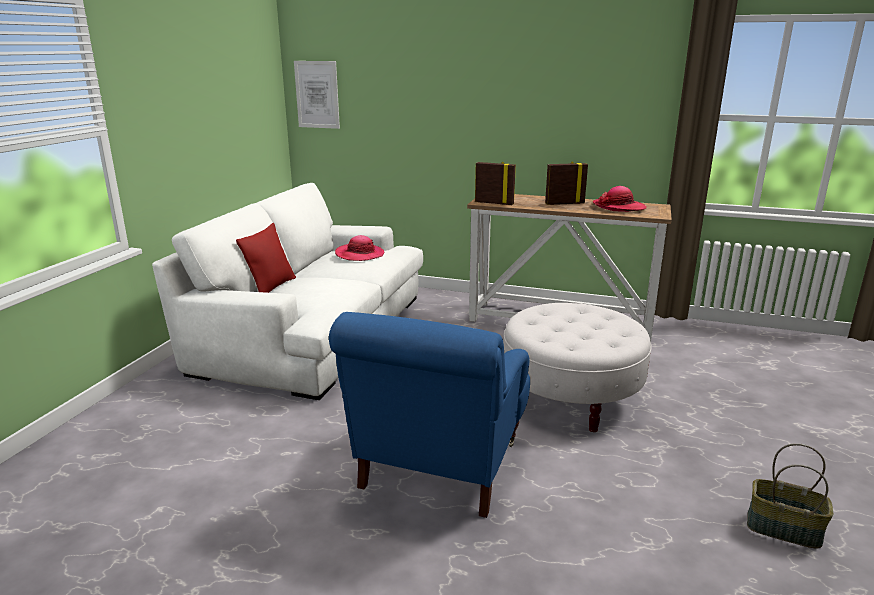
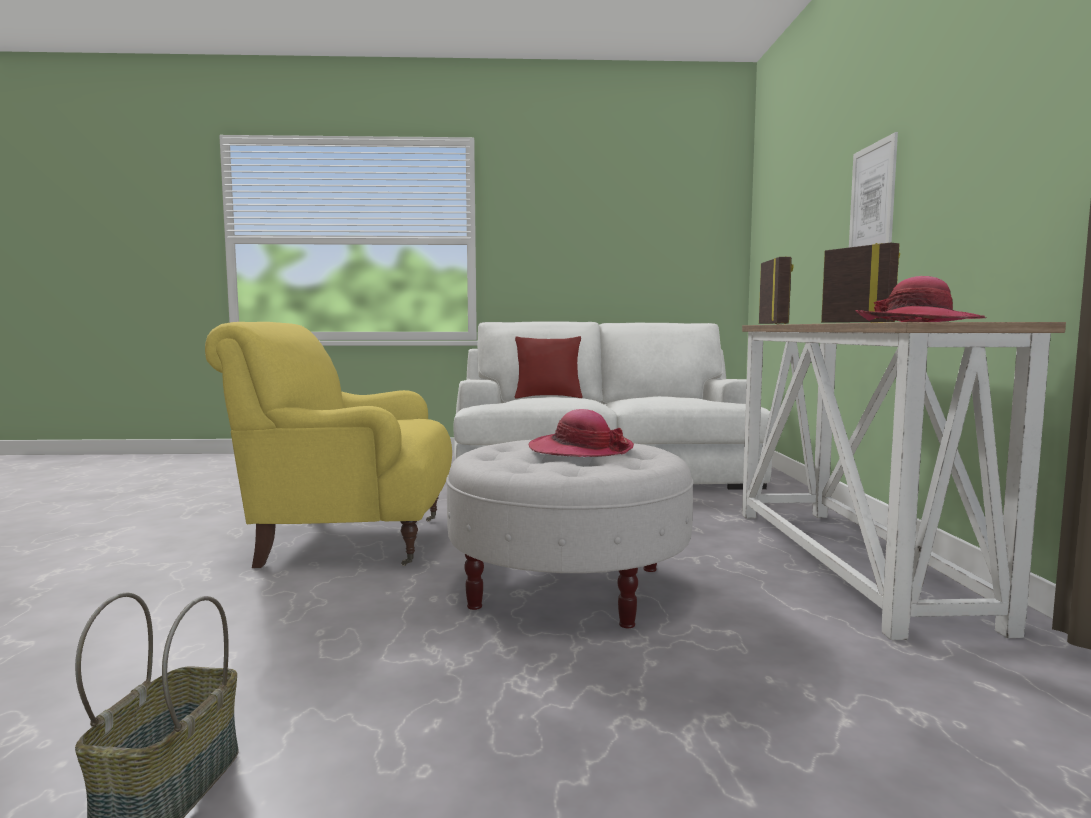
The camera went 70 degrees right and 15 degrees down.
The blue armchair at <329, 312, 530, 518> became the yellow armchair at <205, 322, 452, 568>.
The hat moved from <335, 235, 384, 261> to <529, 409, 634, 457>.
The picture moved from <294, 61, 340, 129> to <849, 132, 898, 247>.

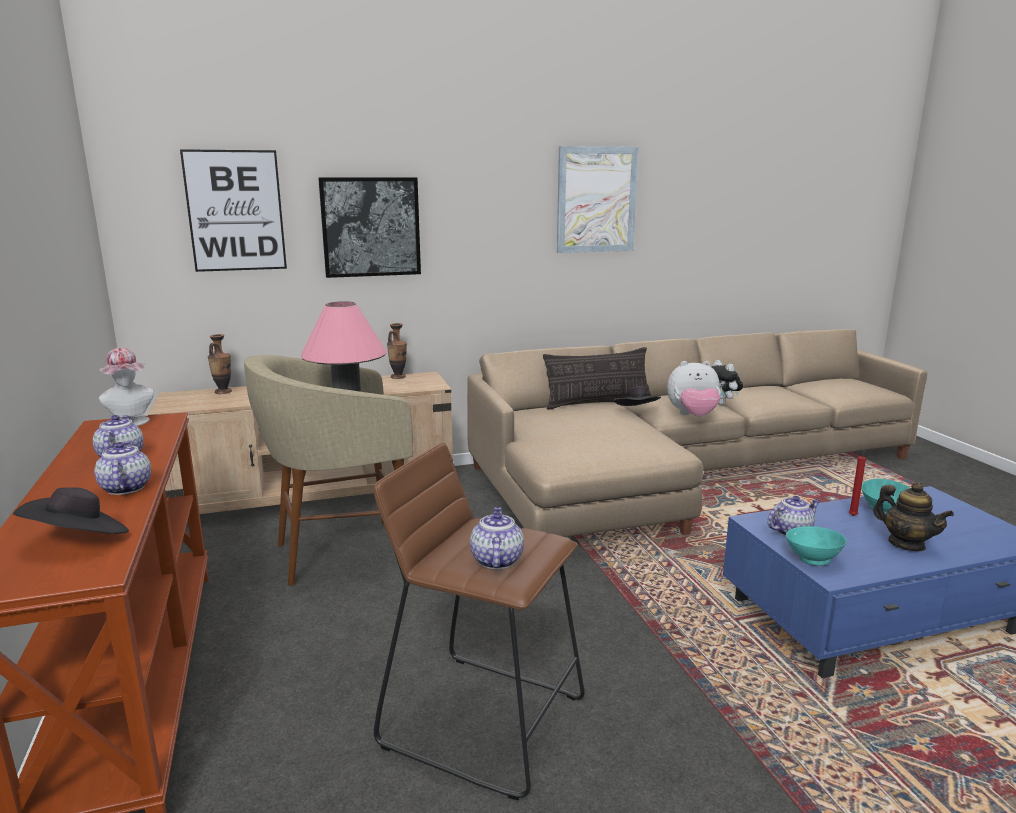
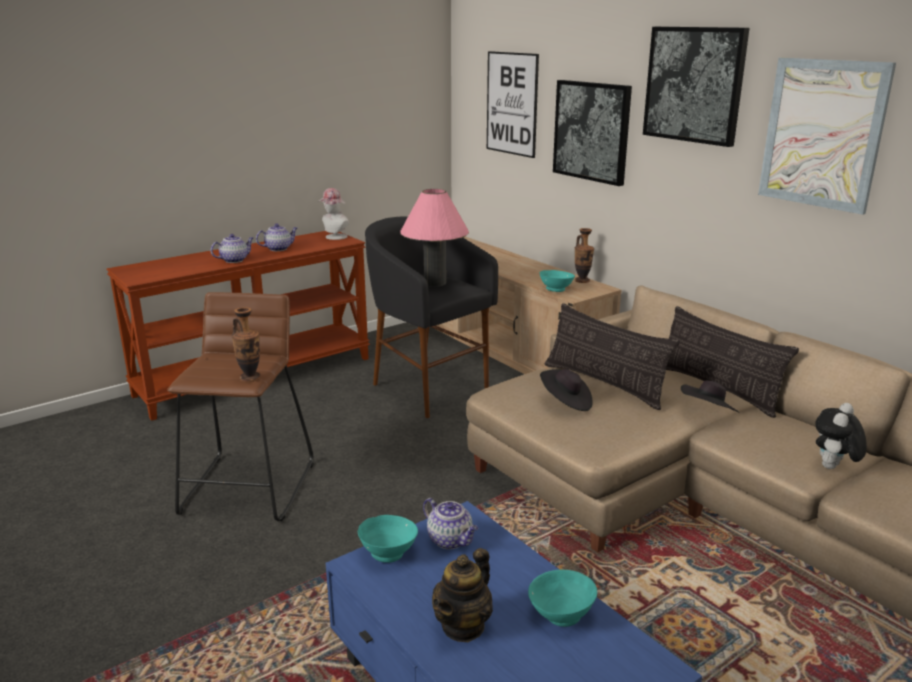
The camera went 70 degrees right and 5 degrees up.
The vase moved from <208, 334, 232, 394> to <232, 307, 261, 382>.
The beige stool at <244, 355, 413, 586> became the black stool at <365, 217, 498, 418>.
The turquoise bowl at <540, 270, 575, 292> appeared.
The black hat moved from <13, 488, 129, 534> to <540, 369, 593, 411>.
The pillow at <545, 303, 680, 410> appeared.
The picture at <643, 27, 750, 147> appeared.
The teapot at <470, 507, 524, 569> disappeared.
The plush toy at <667, 361, 721, 417> disappeared.
The red candle at <849, 453, 866, 516> disappeared.

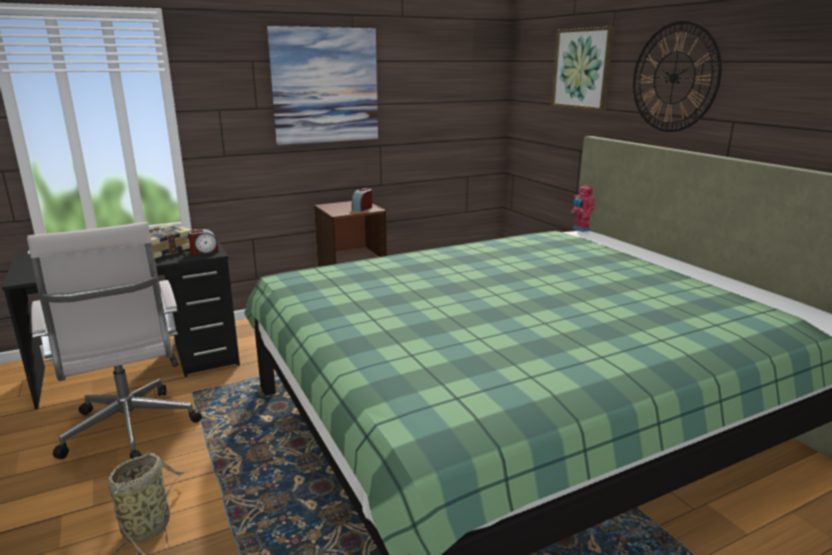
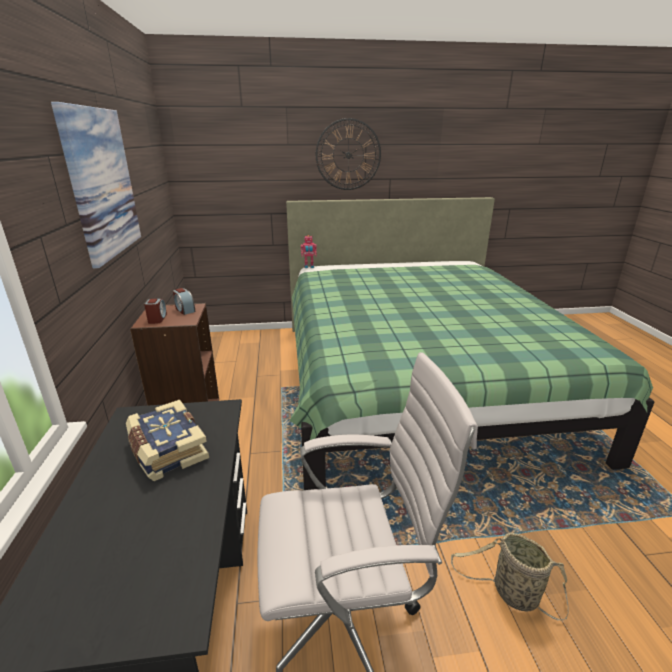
The camera went 70 degrees left and 5 degrees up.
The alarm clock moved from <188, 229, 219, 255> to <144, 299, 167, 324>.
The picture at <551, 27, 615, 111> disappeared.

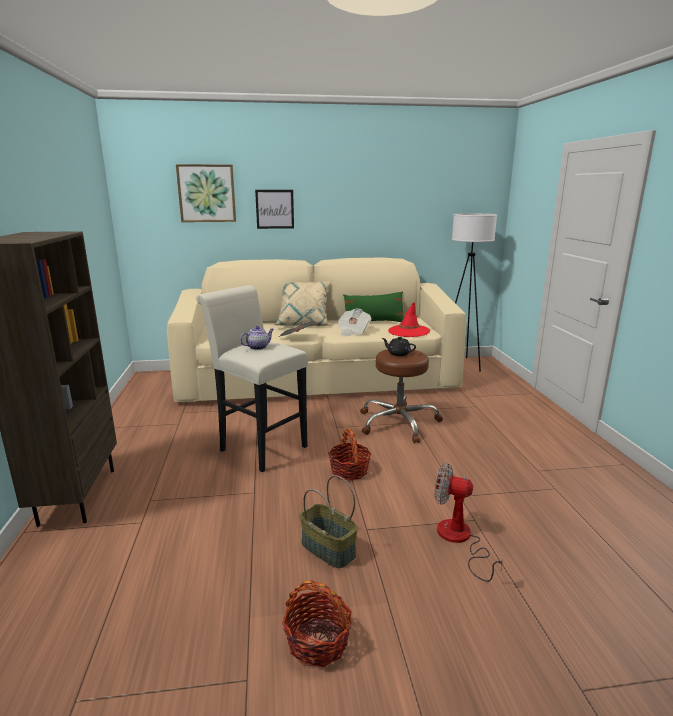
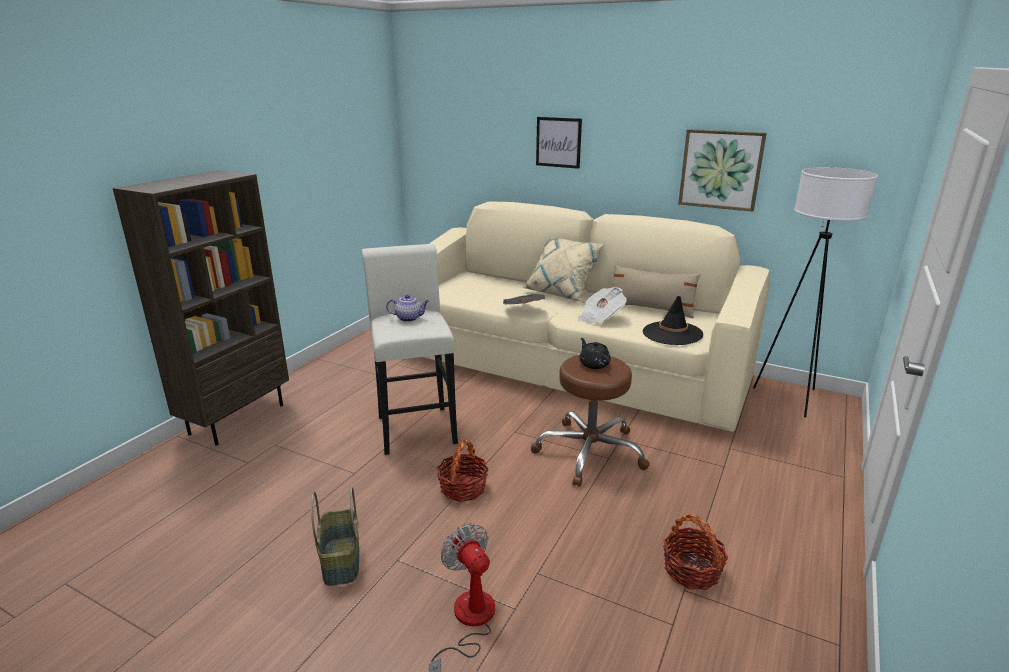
The camera went 35 degrees right and 5 degrees up.
The green pillow at <343, 291, 404, 322> became the beige pillow at <613, 265, 701, 318>.
The red hat at <388, 302, 430, 337> became the black hat at <643, 296, 703, 345>.
The basket moved from <282, 580, 352, 667> to <663, 514, 728, 590>.
The picture moved from <176, 164, 236, 222> to <678, 129, 767, 212>.

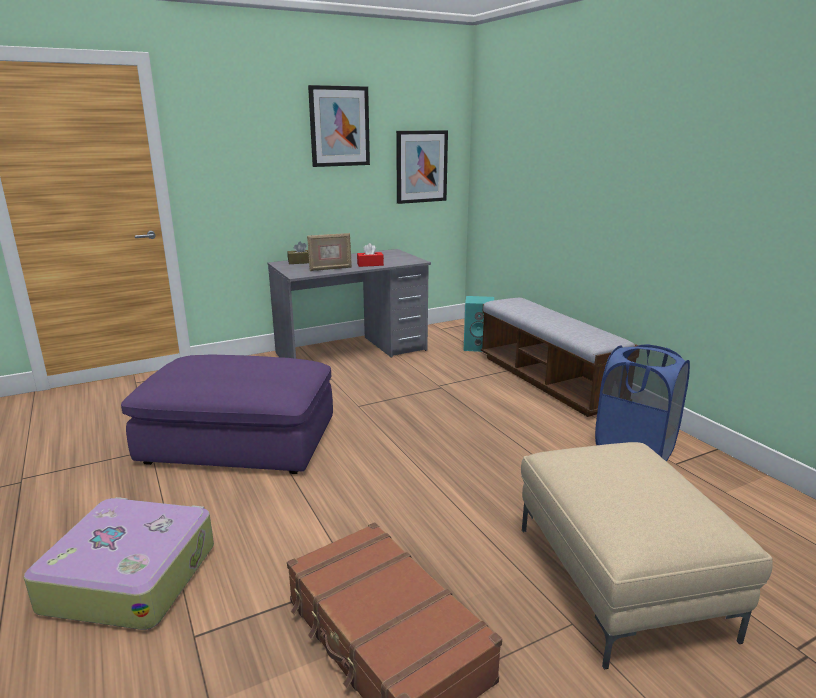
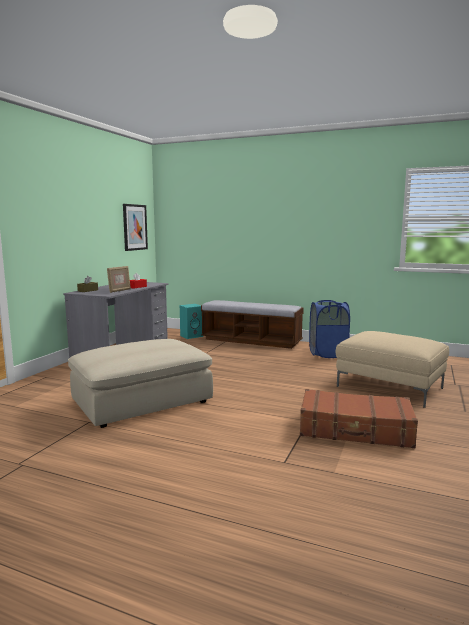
The camera went 40 degrees left and 10 degrees down.
The purple ottoman at <121, 354, 333, 474> became the beige ottoman at <68, 339, 213, 428>.
The suitcase at <24, 497, 214, 630> disappeared.
The picture at <308, 85, 370, 167> disappeared.

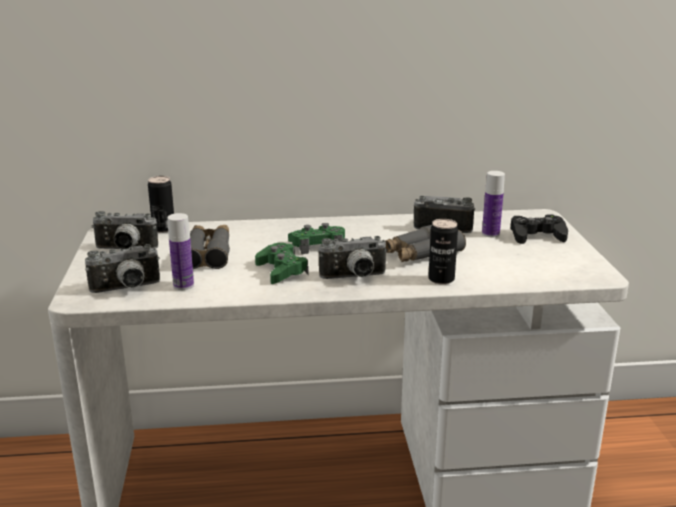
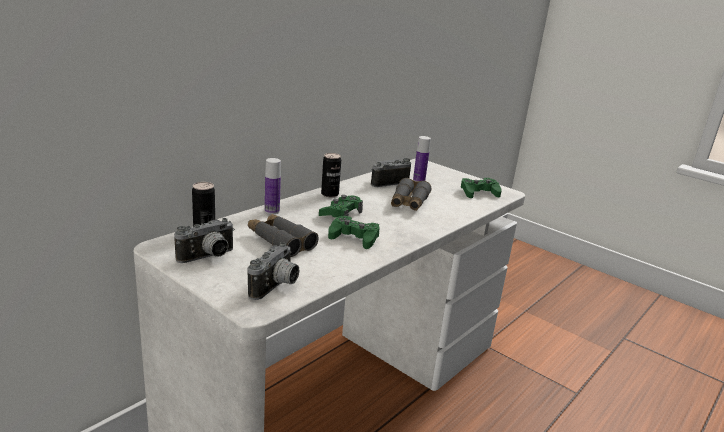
The camera went 45 degrees left and 0 degrees up.
The bottle moved from <167, 213, 194, 290> to <265, 158, 281, 214>.
The can moved from <428, 219, 458, 284> to <321, 153, 341, 197>.
The green game controller at <461, 178, 502, 198> appeared.
The photo camera at <319, 236, 388, 279> disappeared.
The black game controller at <510, 214, 568, 244> disappeared.

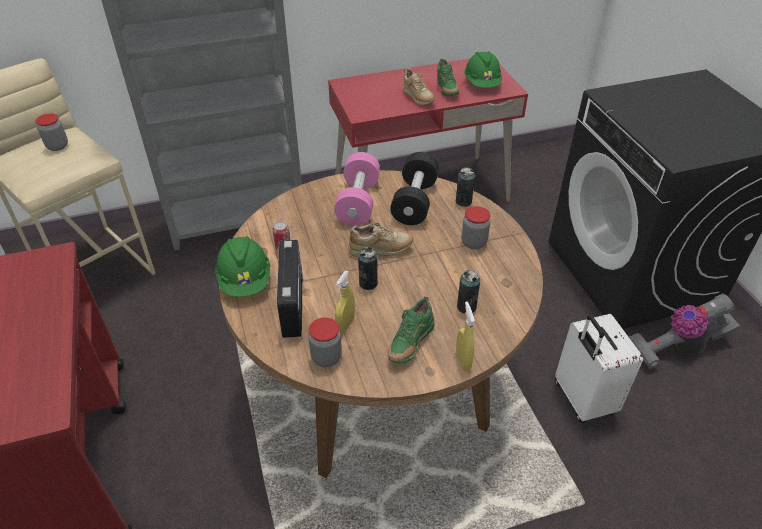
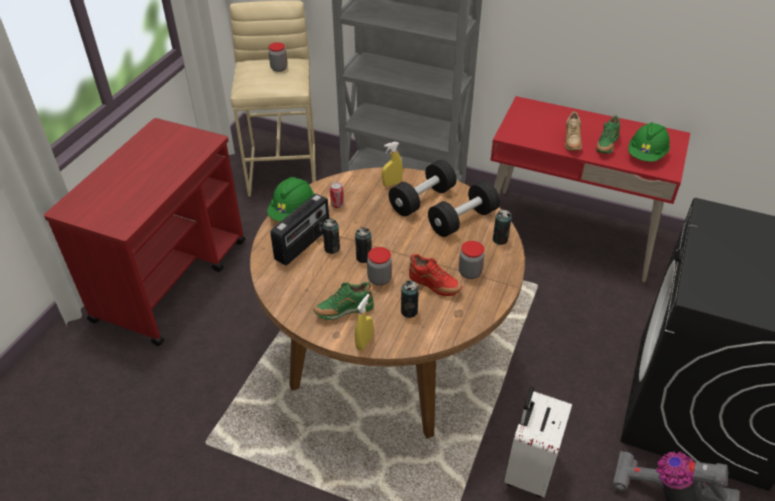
The camera went 40 degrees right and 0 degrees up.
The can at <323, 218, 340, 254> appeared.
The jar moved from <309, 318, 342, 367> to <367, 247, 392, 286>.
The yellow spray bottle moved from <335, 271, 355, 334> to <382, 142, 403, 186>.
The pink dumbbell at <334, 152, 380, 226> became the black dumbbell at <389, 160, 457, 216>.
The red shoe at <409, 254, 463, 296> appeared.
The beige shoe at <349, 222, 414, 257> disappeared.

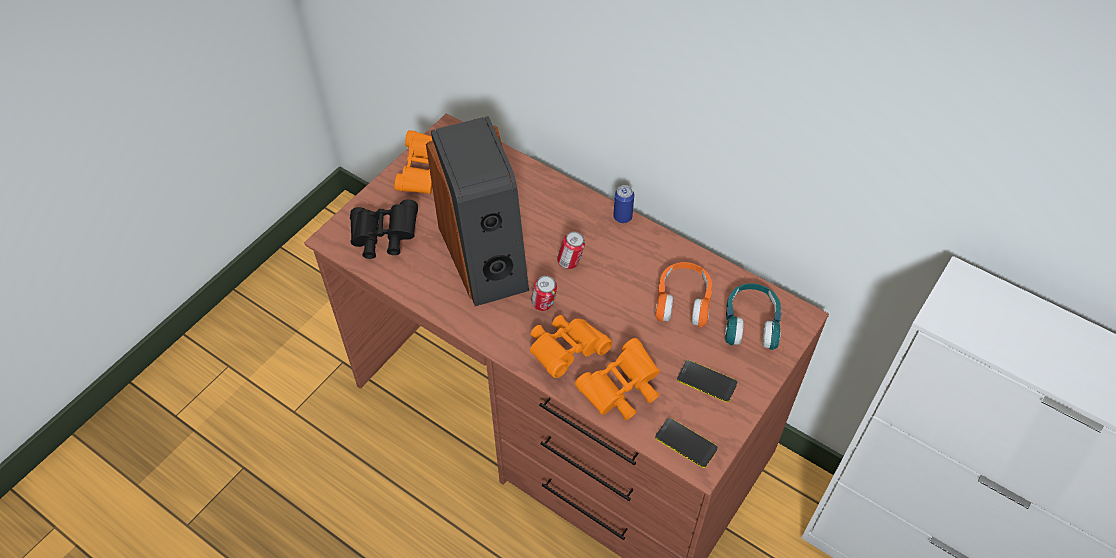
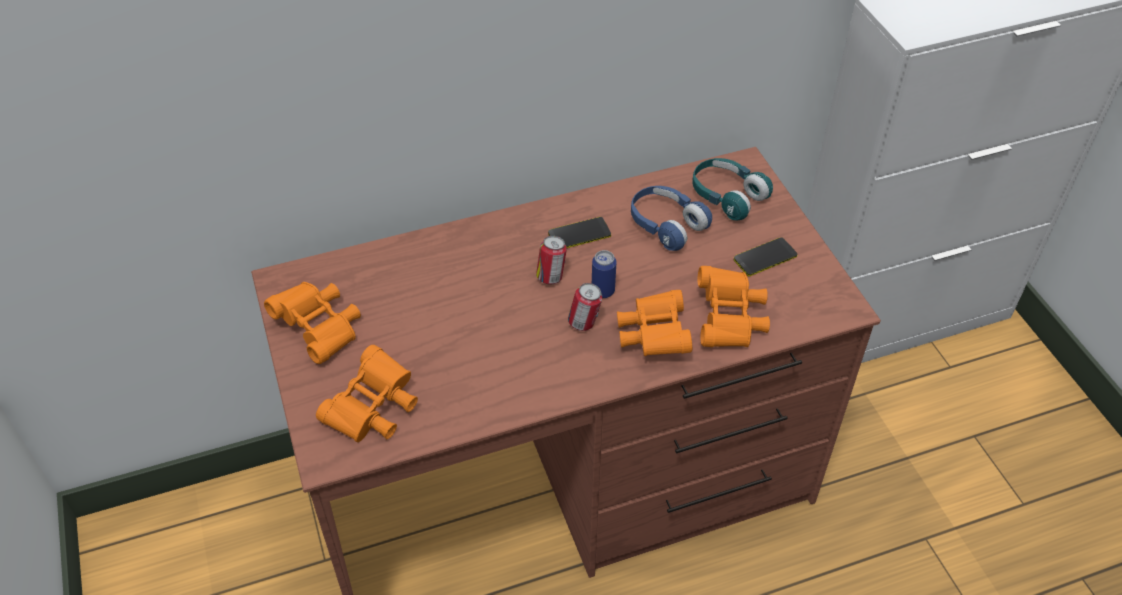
The camera went 55 degrees left and 5 degrees down.
The black binoculars at <350, 199, 418, 259> became the orange binoculars at <316, 345, 418, 442>.
The phone moved from <655, 418, 718, 468> to <548, 217, 611, 248>.
The can moved from <613, 185, 634, 223> to <592, 250, 617, 298>.
The orange headphones at <655, 262, 712, 327> became the blue headphones at <631, 186, 712, 251>.
The speaker at <426, 116, 529, 306> disappeared.

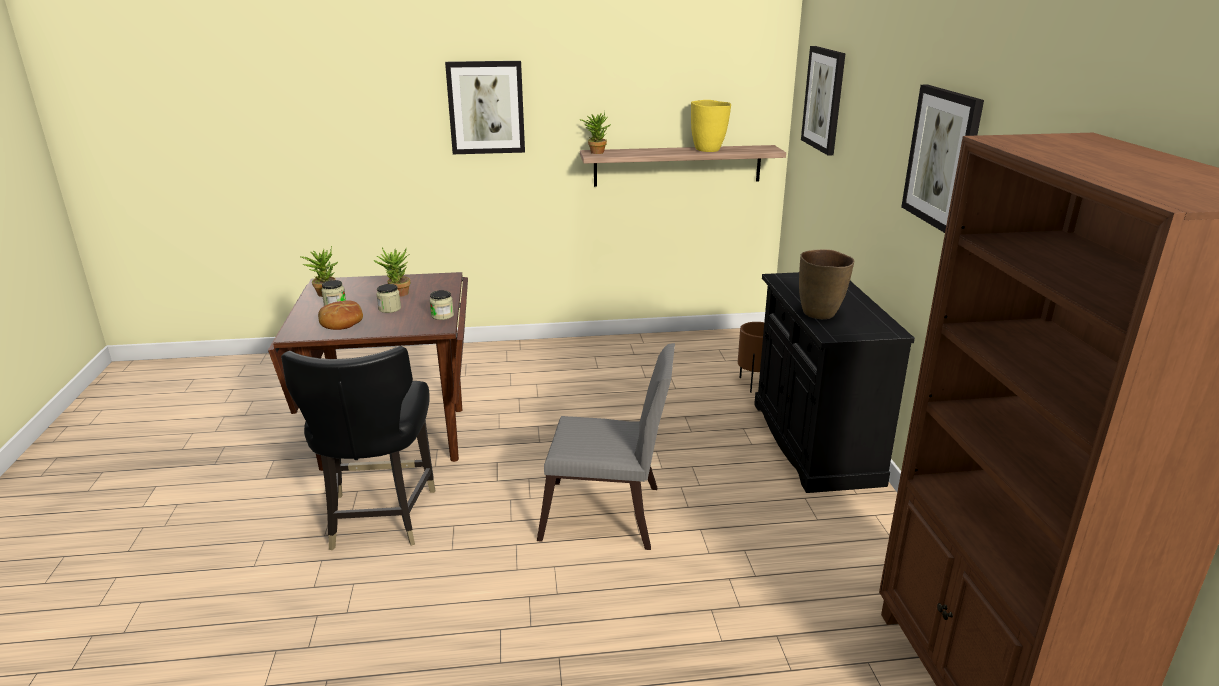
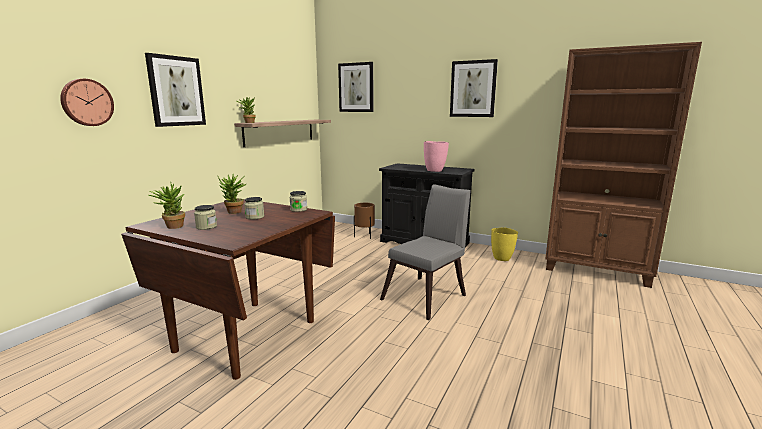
The camera went 55 degrees left and 10 degrees down.
The wall clock at <60, 79, 114, 126> appeared.
The brown vase at <799, 249, 854, 319> became the pink vase at <424, 141, 449, 172>.
The yellow vase moved from <691, 100, 731, 152> to <491, 228, 518, 261>.
The black chair at <281, 346, 435, 550> disappeared.
The bread at <318, 300, 363, 330> disappeared.

